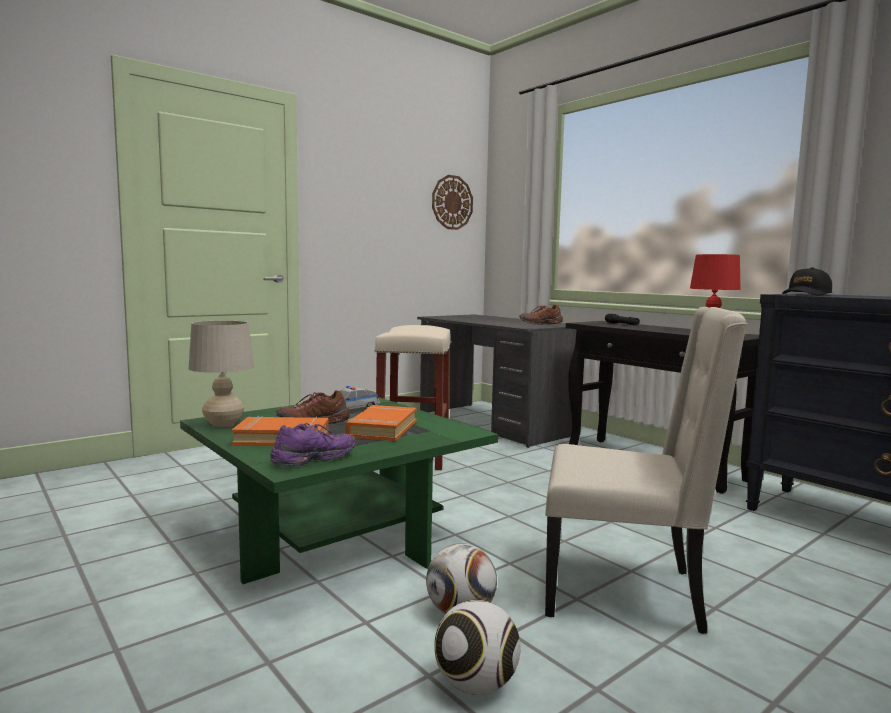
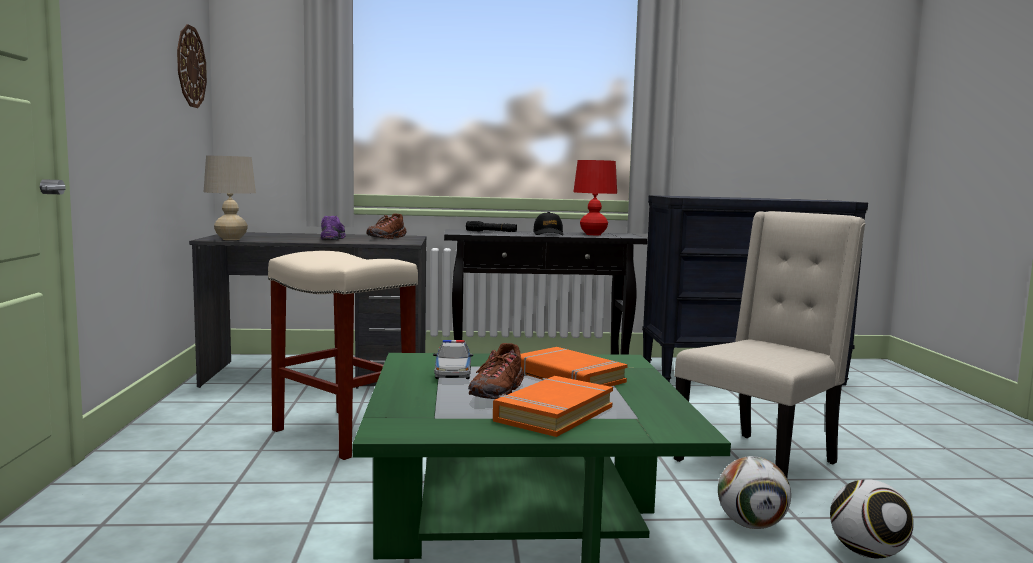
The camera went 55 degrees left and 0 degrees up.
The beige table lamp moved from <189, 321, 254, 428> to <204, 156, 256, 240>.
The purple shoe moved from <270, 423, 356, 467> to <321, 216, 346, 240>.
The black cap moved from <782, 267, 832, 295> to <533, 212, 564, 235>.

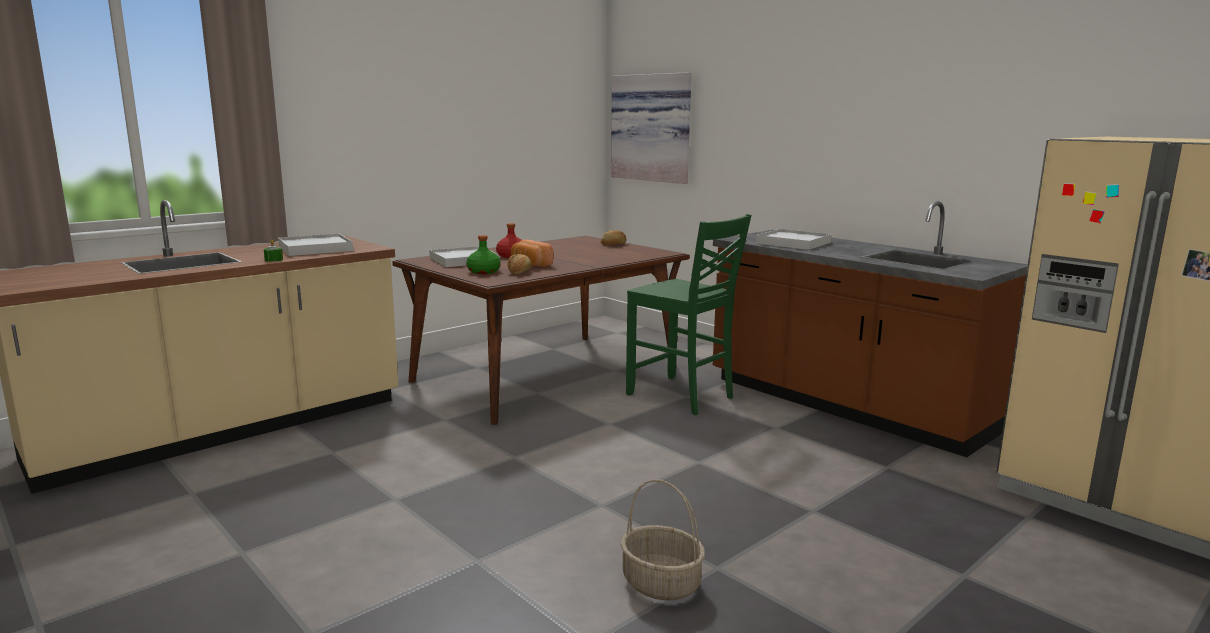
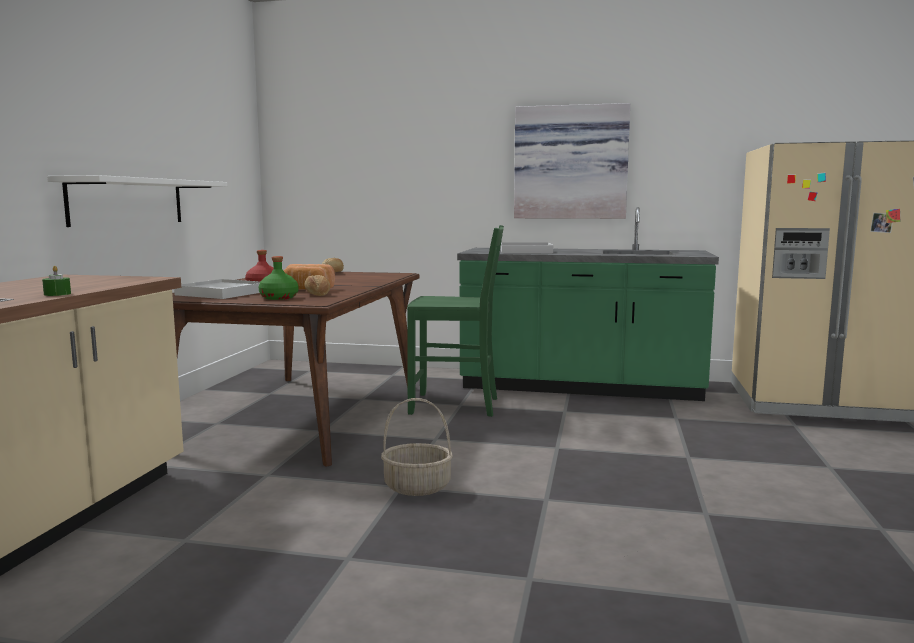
The camera went 35 degrees left and 5 degrees down.
The white shelf at <47, 175, 227, 227> appeared.
The basket moved from <620, 479, 705, 600> to <381, 398, 453, 496>.
The brown counter at <713, 201, 1028, 457> became the green counter at <457, 207, 719, 401>.
The picture moved from <611, 72, 692, 184> to <514, 103, 630, 219>.
The white tray at <278, 234, 353, 256> disappeared.

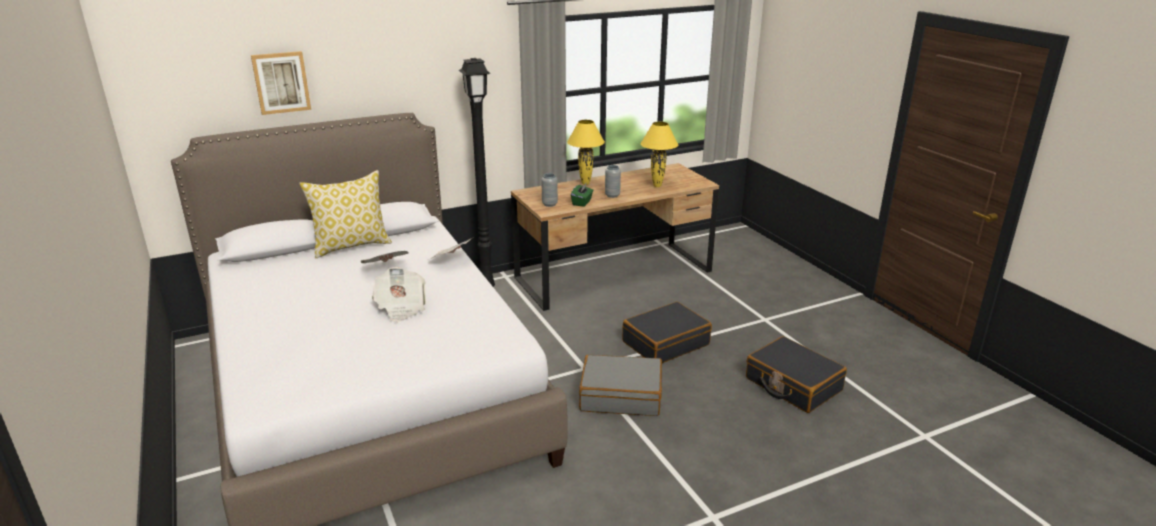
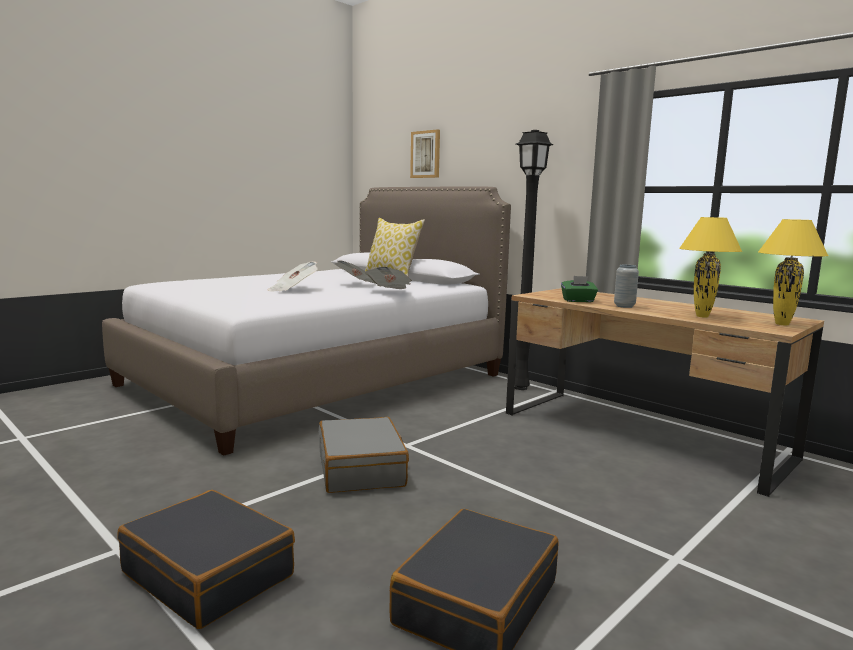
The camera went 70 degrees right and 15 degrees down.
The black suitcase moved from <622, 302, 712, 363> to <118, 490, 295, 629>.
The yellow table lamp moved from <567, 120, 605, 185> to <758, 219, 829, 325>.
The grey vase at <541, 173, 558, 207> disappeared.

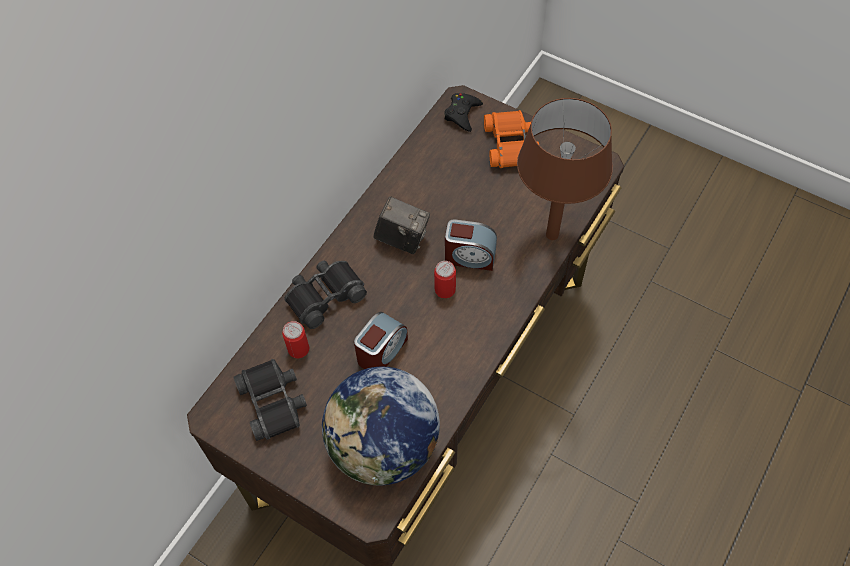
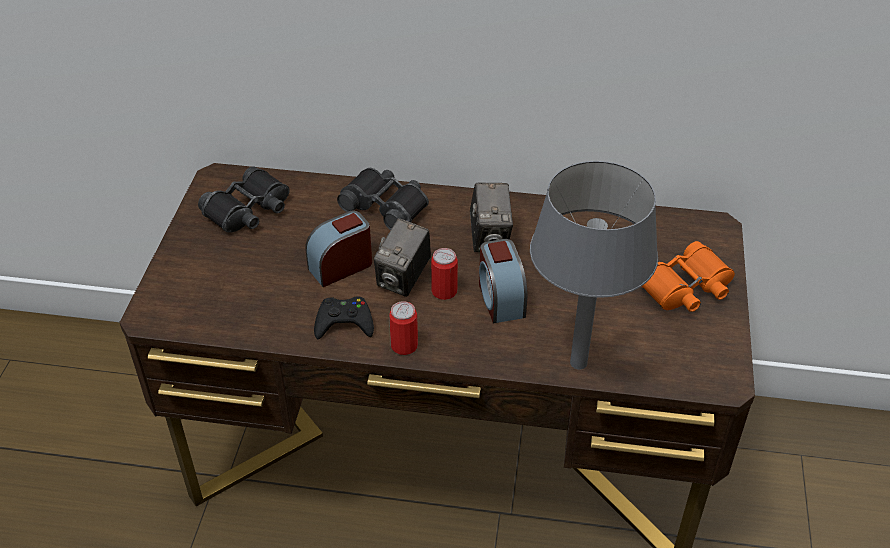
The camera went 65 degrees right and 15 degrees down.
The alarm clock at <354, 312, 408, 369> turned 135 degrees clockwise.
The black game controller moved from <444, 93, 483, 132> to <314, 296, 374, 339>.
The photo camera at <374, 218, 431, 297> appeared.
The can moved from <282, 321, 309, 358> to <389, 301, 418, 355>.
The brown table lamp at <517, 98, 613, 240> became the grey table lamp at <530, 161, 658, 370>.
The globe at <322, 366, 440, 485> disappeared.

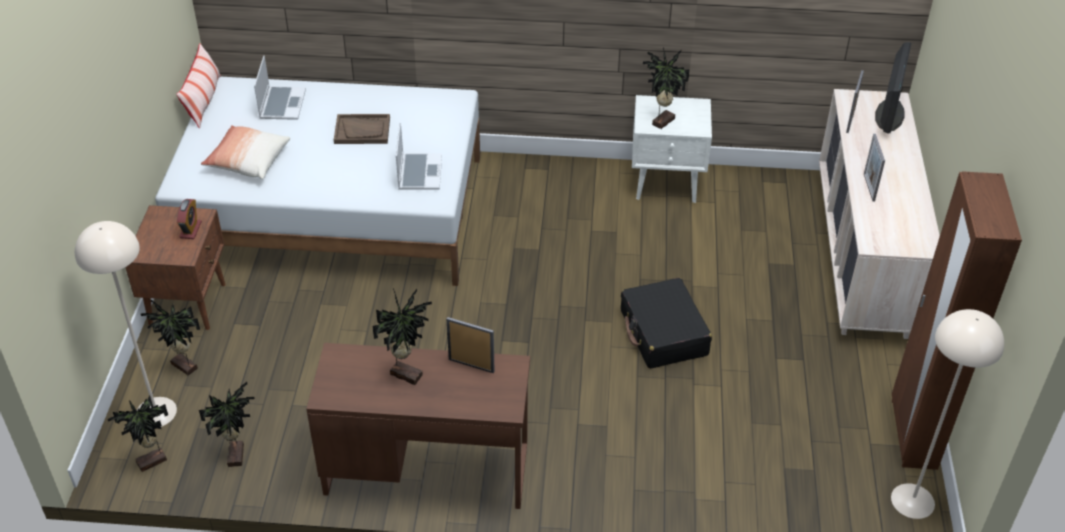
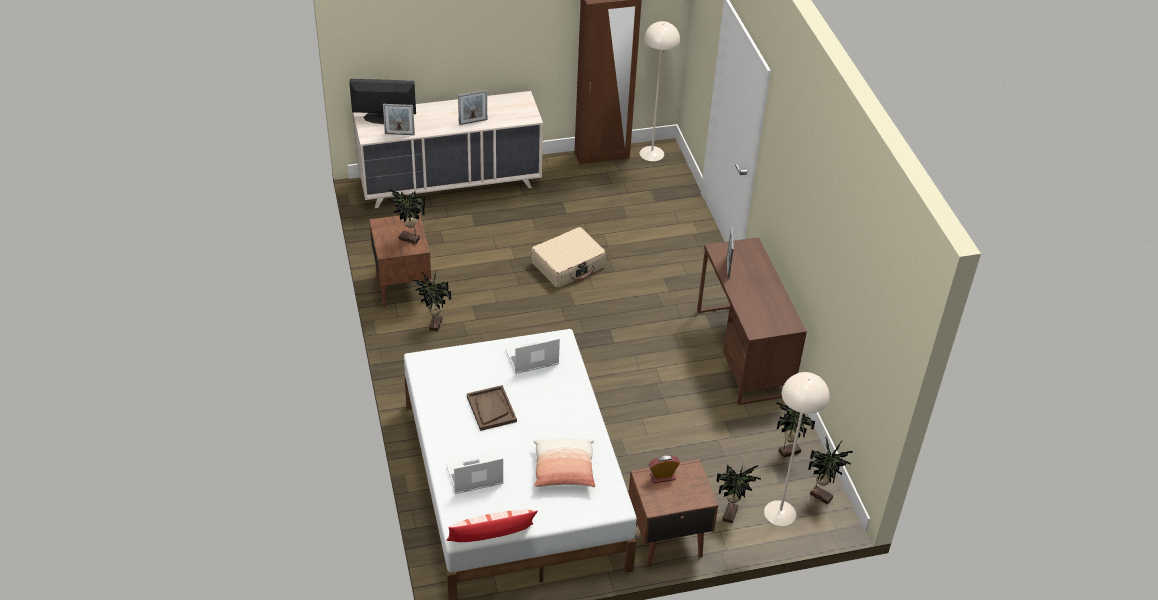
The camera went 110 degrees left and 0 degrees up.
The white nightstand at <632, 95, 712, 203> became the brown nightstand at <369, 214, 431, 308>.
The potted plant moved from <373, 288, 432, 385> to <413, 271, 451, 331>.
The black suitcase at <621, 278, 712, 369> became the beige suitcase at <531, 227, 606, 288>.

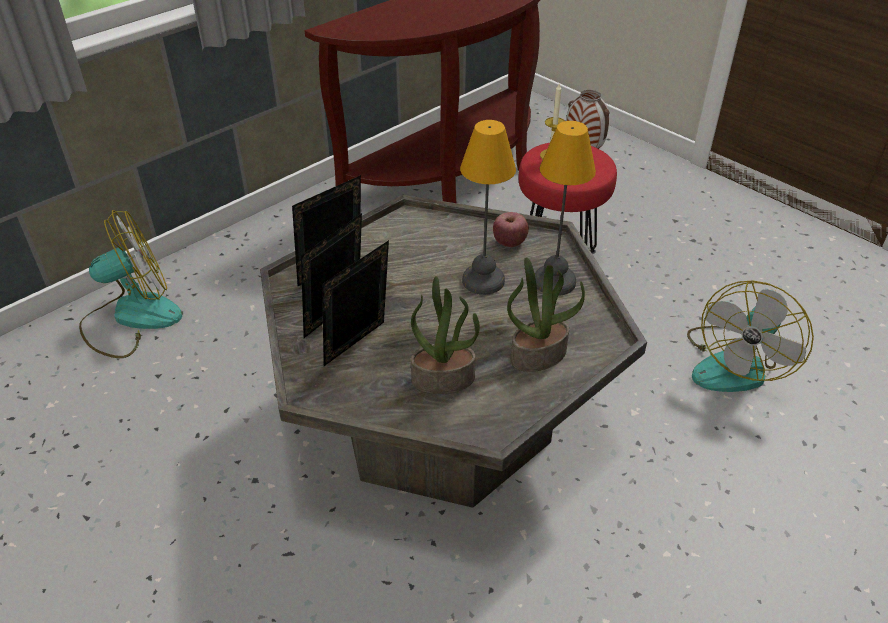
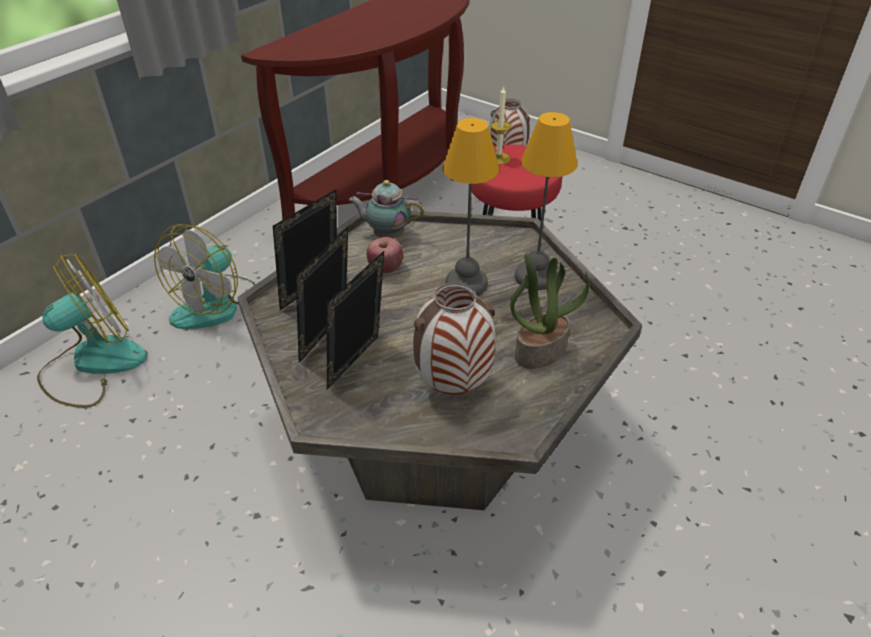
The camera went 10 degrees left and 0 degrees up.
The fan moved from <687, 281, 814, 392> to <154, 224, 255, 329>.
The teapot at <348, 180, 424, 238> appeared.
The apple moved from <493, 212, 529, 247> to <367, 237, 404, 273>.
The potted plant at <411, 276, 480, 394> was replaced by the vase at <413, 282, 496, 395>.

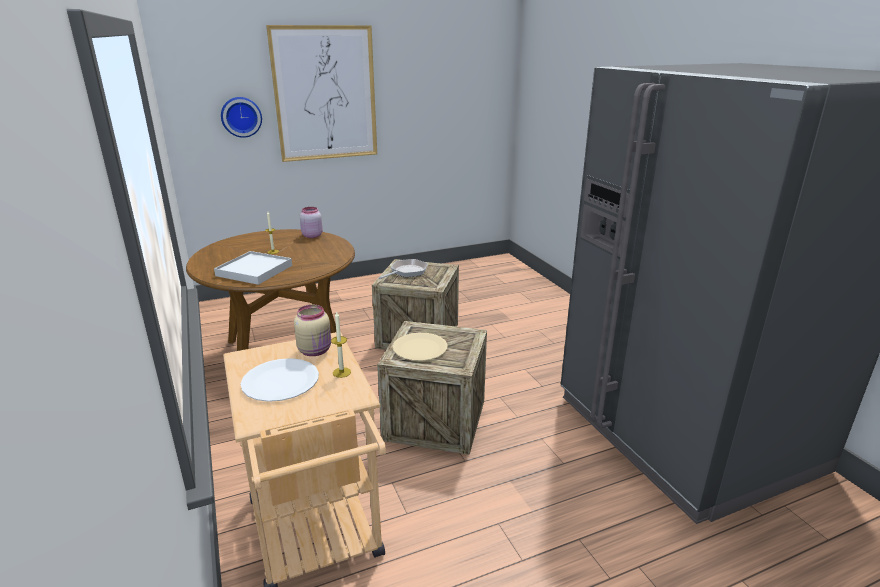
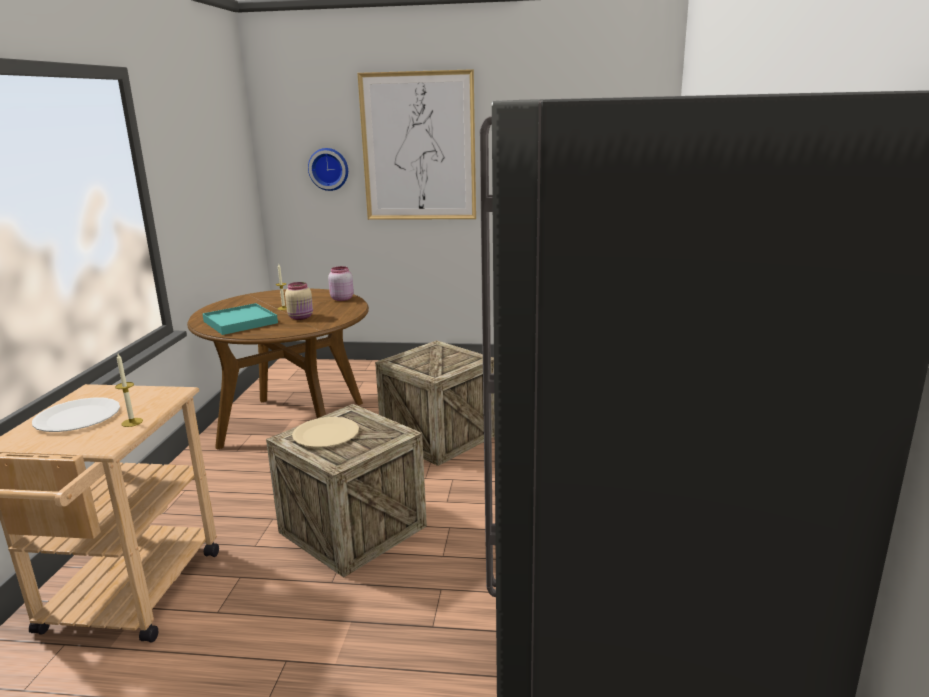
The camera went 30 degrees right and 5 degrees down.
The white tray at <214, 251, 292, 285> became the turquoise tray at <202, 303, 278, 335>.
The beige jar moved from <294, 305, 331, 356> to <285, 282, 313, 320>.
The frying pan at <379, 259, 428, 279> disappeared.

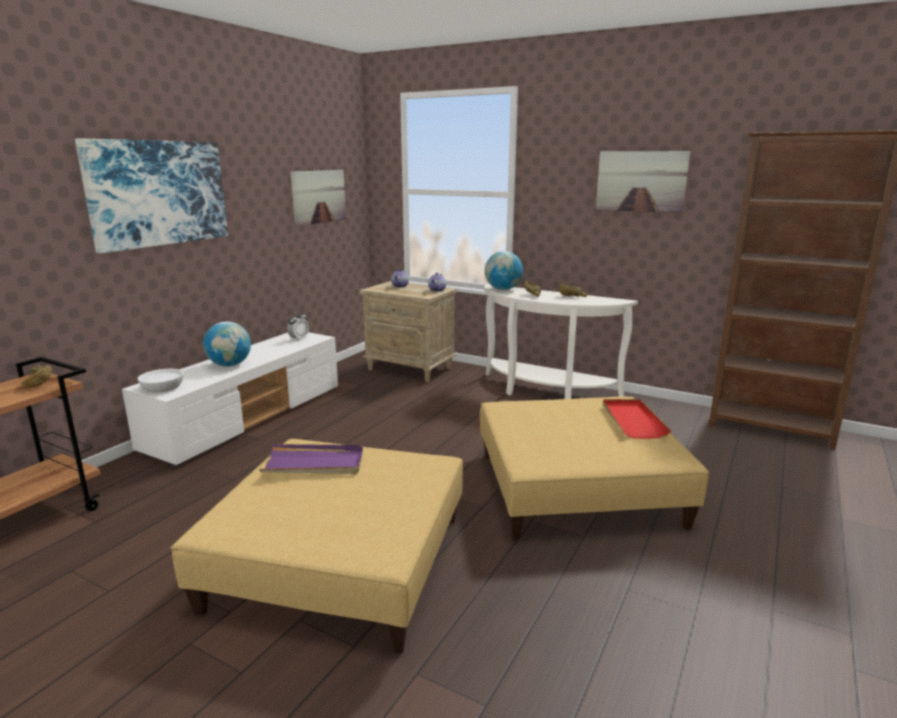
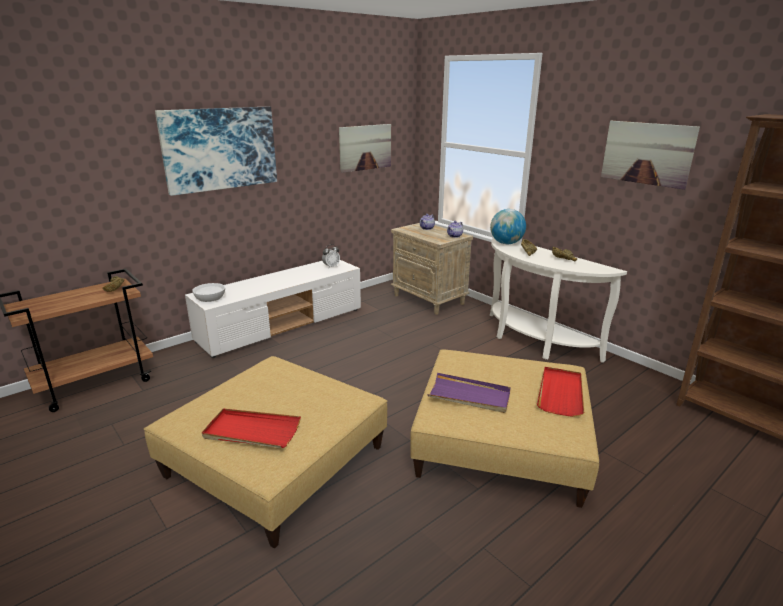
The camera went 20 degrees right and 5 degrees up.
The red tray at <202, 409, 301, 448> appeared.
The purple tray moved from <259, 444, 363, 474> to <427, 373, 511, 413>.
The globe at <203, 322, 251, 367> disappeared.

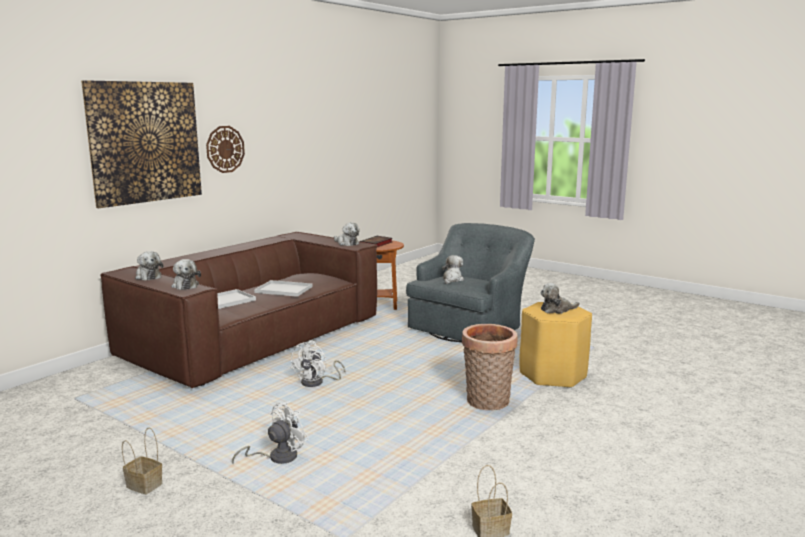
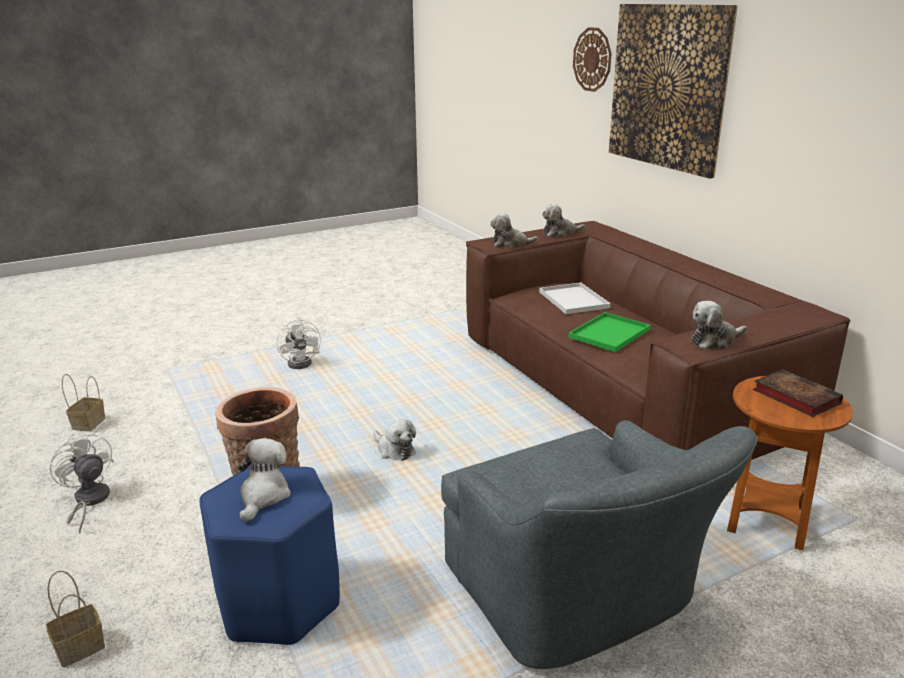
The camera went 115 degrees right and 10 degrees up.
The basket moved from <122, 427, 163, 494> to <46, 571, 105, 667>.
The white fan moved from <290, 341, 346, 387> to <50, 432, 114, 533>.
The yellow stool at <520, 302, 592, 388> became the blue stool at <199, 466, 340, 645>.
The plush toy moved from <442, 255, 464, 284> to <373, 419, 416, 461>.
The white tray at <254, 280, 313, 297> became the green tray at <568, 312, 651, 352>.
The wall clock moved from <206, 126, 245, 173> to <573, 27, 612, 92>.

